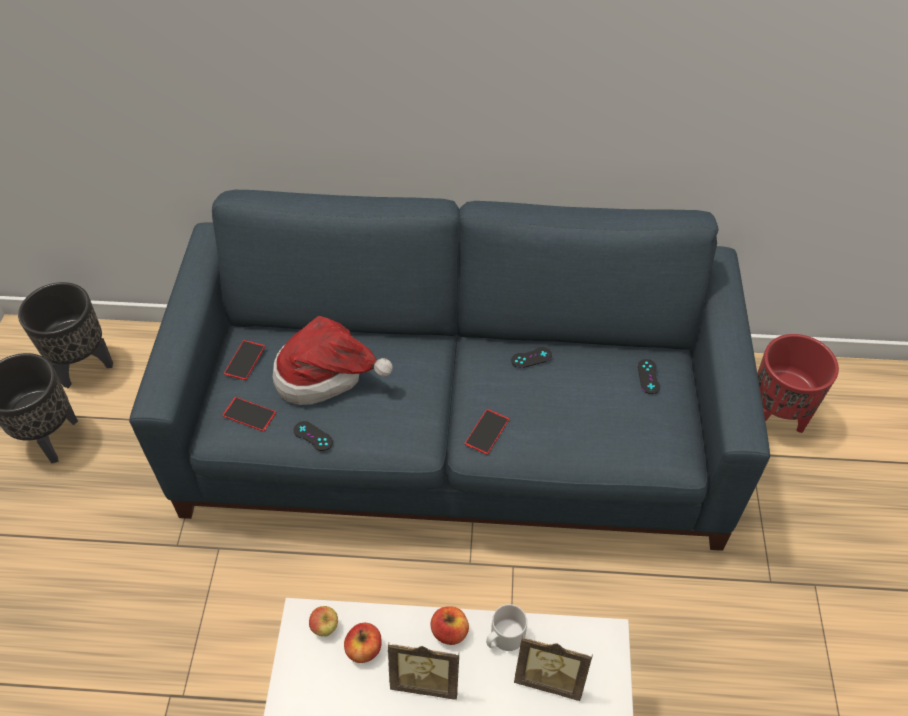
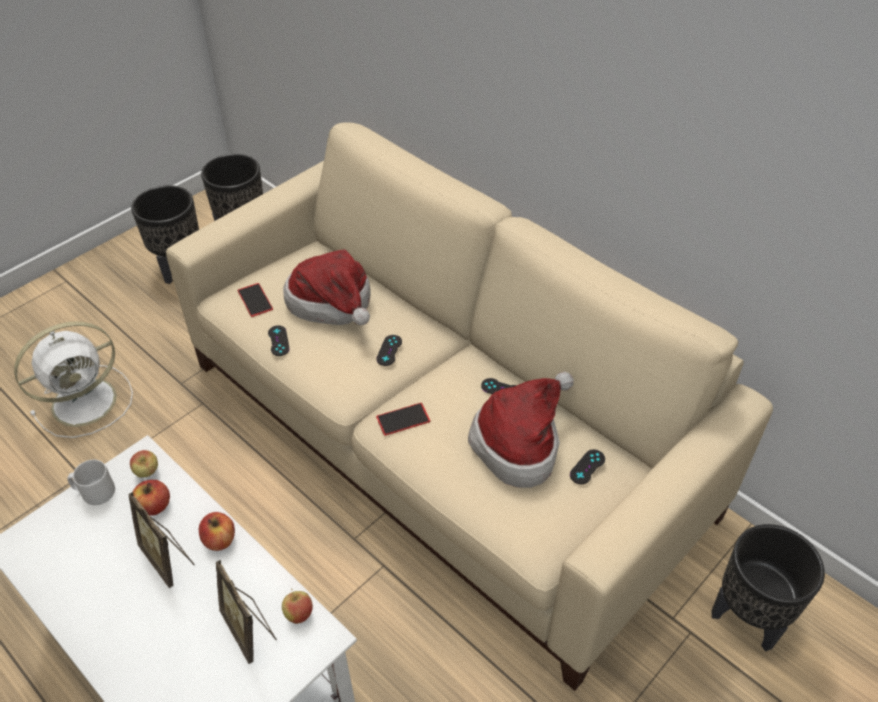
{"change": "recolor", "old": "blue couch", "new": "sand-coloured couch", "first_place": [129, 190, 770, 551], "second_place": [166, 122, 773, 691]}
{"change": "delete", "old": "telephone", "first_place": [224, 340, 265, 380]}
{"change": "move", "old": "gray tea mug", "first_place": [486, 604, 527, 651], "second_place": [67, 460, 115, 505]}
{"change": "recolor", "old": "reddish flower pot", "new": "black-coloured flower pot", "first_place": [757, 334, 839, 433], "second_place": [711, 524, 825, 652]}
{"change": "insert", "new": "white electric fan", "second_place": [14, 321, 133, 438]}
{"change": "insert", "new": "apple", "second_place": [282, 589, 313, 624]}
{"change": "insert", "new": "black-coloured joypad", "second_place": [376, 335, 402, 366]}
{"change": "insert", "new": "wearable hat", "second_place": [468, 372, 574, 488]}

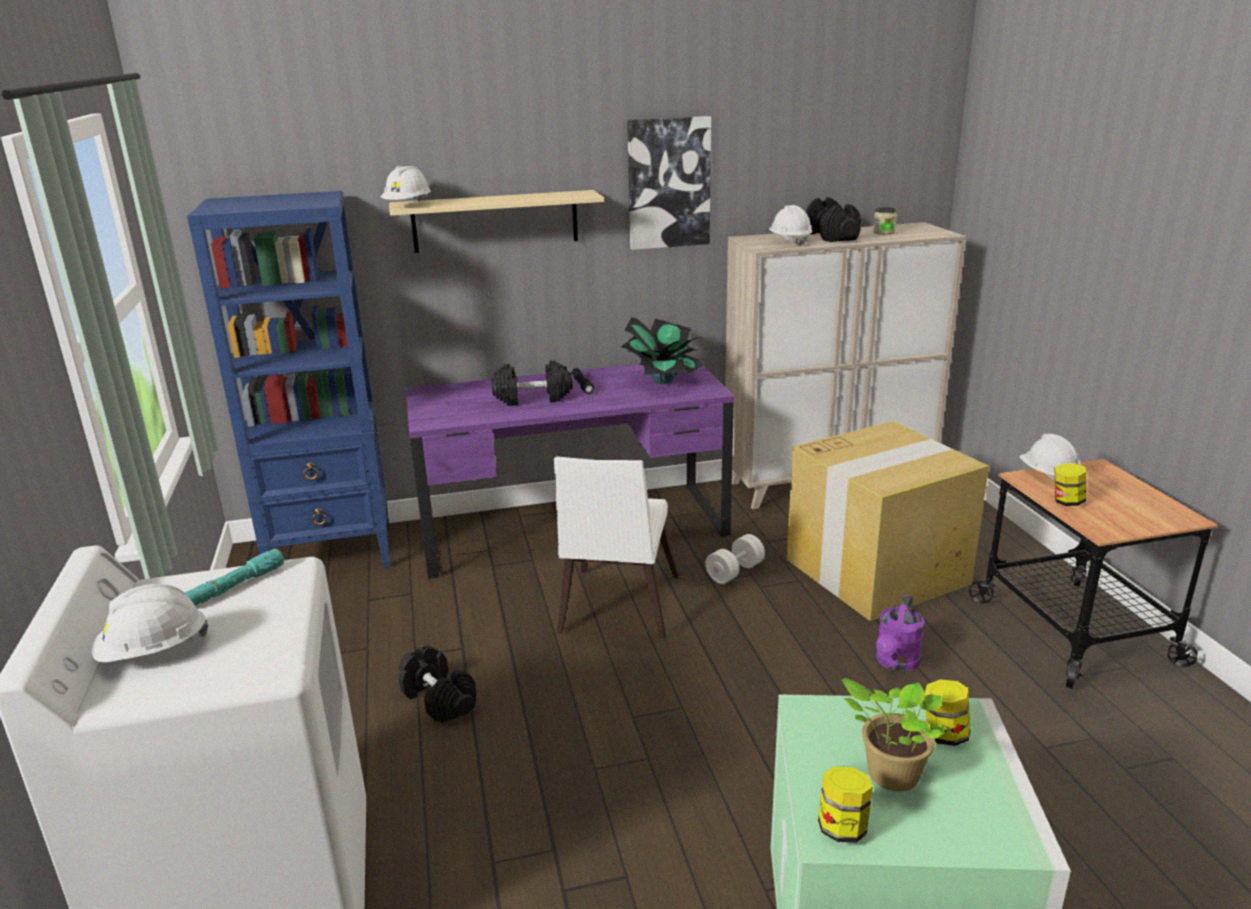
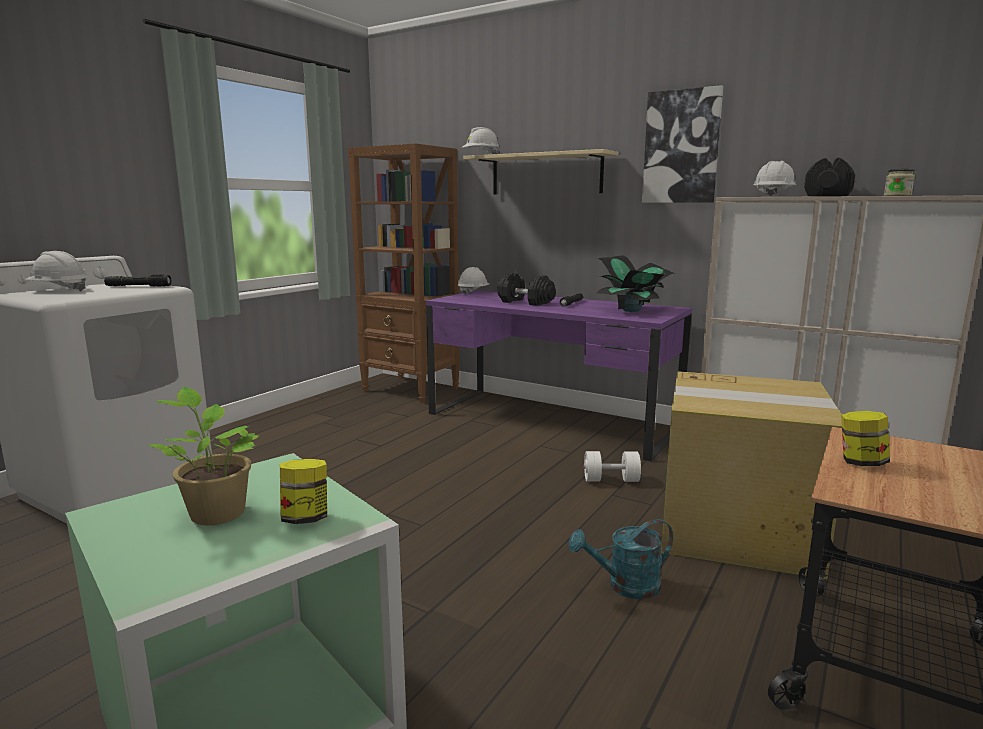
{"change": "recolor", "old": "blue-green flashlight", "new": "black-coloured flashlight", "first_place": [185, 549, 284, 606], "second_place": [104, 274, 171, 286]}
{"change": "recolor", "old": "blue bookshelf", "new": "brownish bookshelf", "first_place": [187, 191, 390, 568], "second_place": [348, 143, 460, 403]}
{"change": "delete", "old": "black-coloured dumbbell", "first_place": [399, 646, 476, 723]}
{"change": "delete", "old": "white plain chair", "first_place": [554, 456, 679, 639]}
{"change": "delete", "old": "storage jar", "first_place": [818, 766, 873, 843]}
{"change": "recolor", "old": "purple watering pot", "new": "blue-green watering pot", "first_place": [876, 595, 924, 672], "second_place": [569, 519, 673, 599]}
{"change": "move", "old": "white work helmet", "first_place": [1020, 434, 1080, 480], "second_place": [458, 267, 489, 295]}

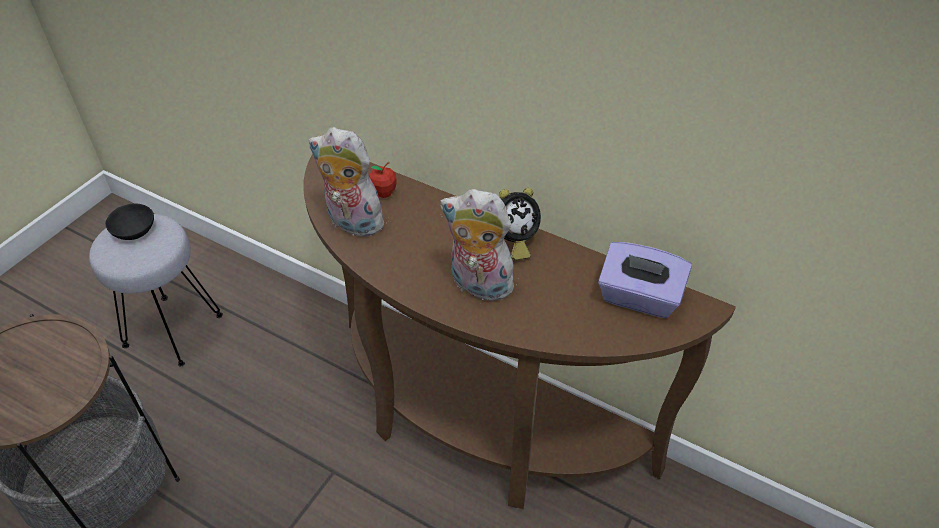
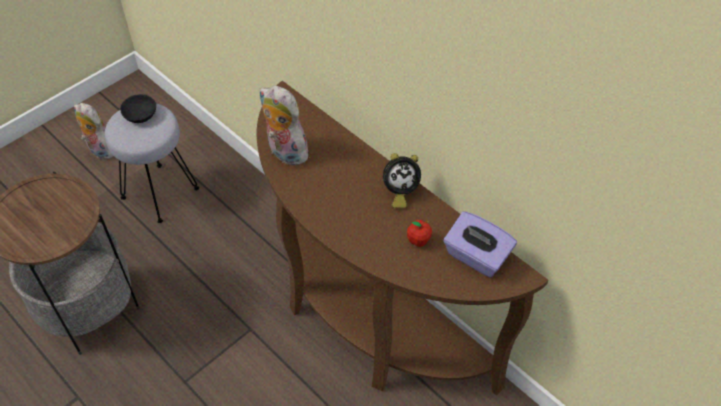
{"change": "move", "old": "apple", "first_place": [369, 162, 397, 198], "second_place": [407, 220, 432, 247]}
{"change": "move", "old": "cuddly toy", "first_place": [440, 189, 521, 304], "second_place": [74, 103, 114, 159]}

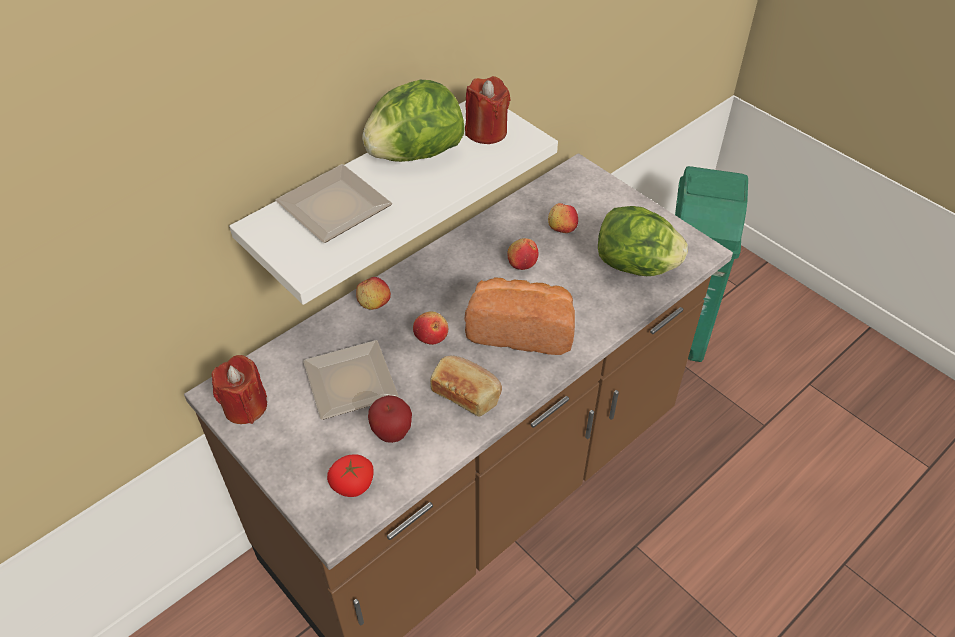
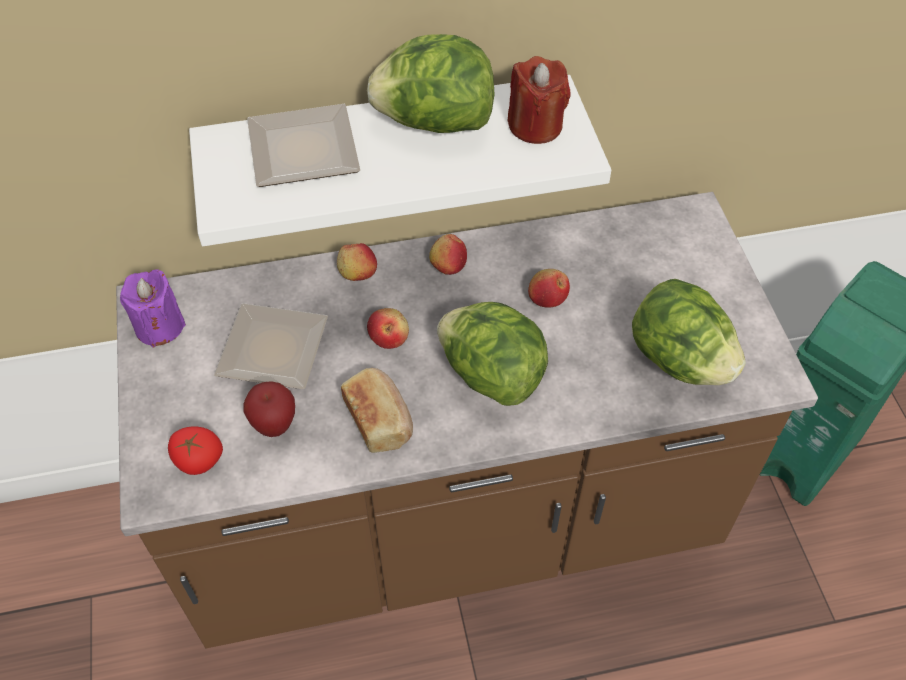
{"change": "recolor", "old": "reddish candle", "new": "purple candle", "first_place": [212, 355, 267, 424], "second_place": [120, 269, 186, 348]}
{"change": "replace", "old": "bread", "new": "lettuce", "first_place": [464, 277, 575, 355], "second_place": [437, 302, 548, 406]}
{"change": "move", "old": "apple", "first_place": [548, 203, 578, 233], "second_place": [429, 234, 467, 275]}

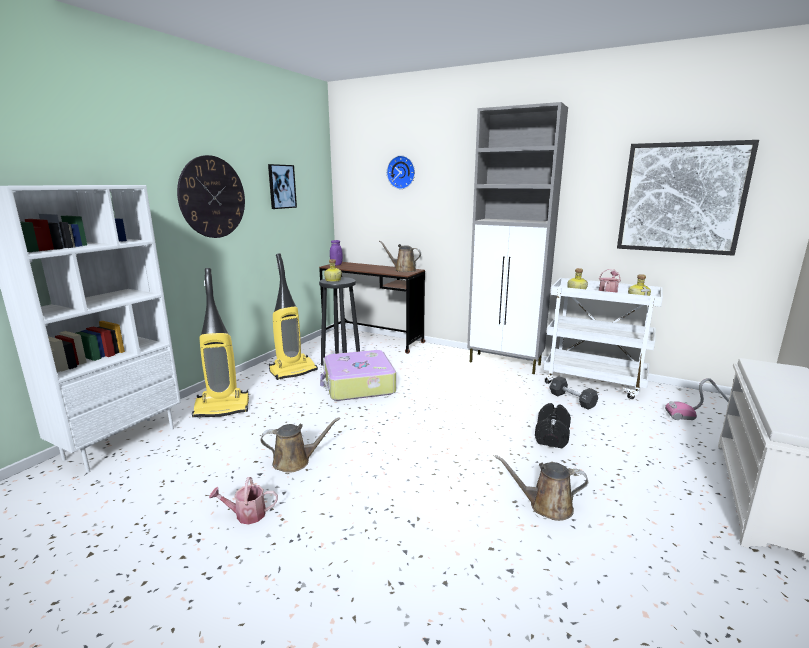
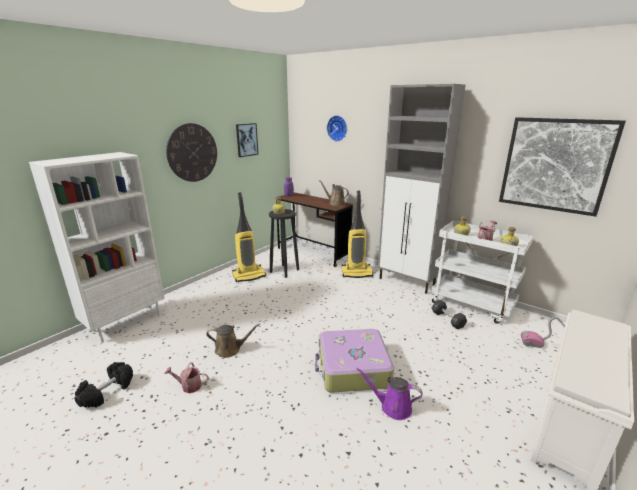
{"change": "move", "old": "vacuum", "first_place": [192, 268, 249, 417], "second_place": [342, 191, 373, 278]}
{"change": "move", "old": "travel case", "first_place": [320, 350, 396, 401], "second_place": [315, 329, 394, 393]}
{"change": "recolor", "old": "brownish watering pot", "new": "purple watering pot", "first_place": [495, 455, 588, 521], "second_place": [357, 368, 423, 420]}
{"change": "move", "old": "black-coloured dumbbell", "first_place": [535, 403, 571, 448], "second_place": [74, 362, 133, 408]}

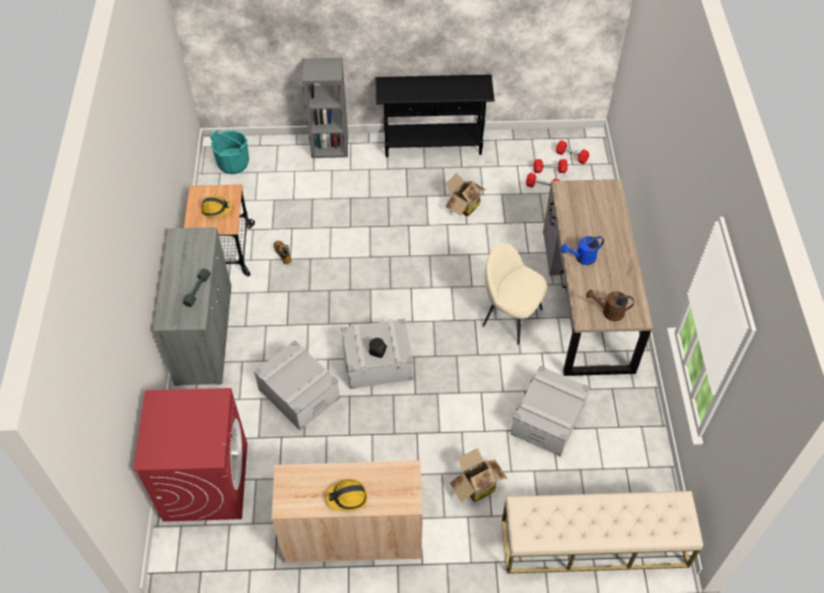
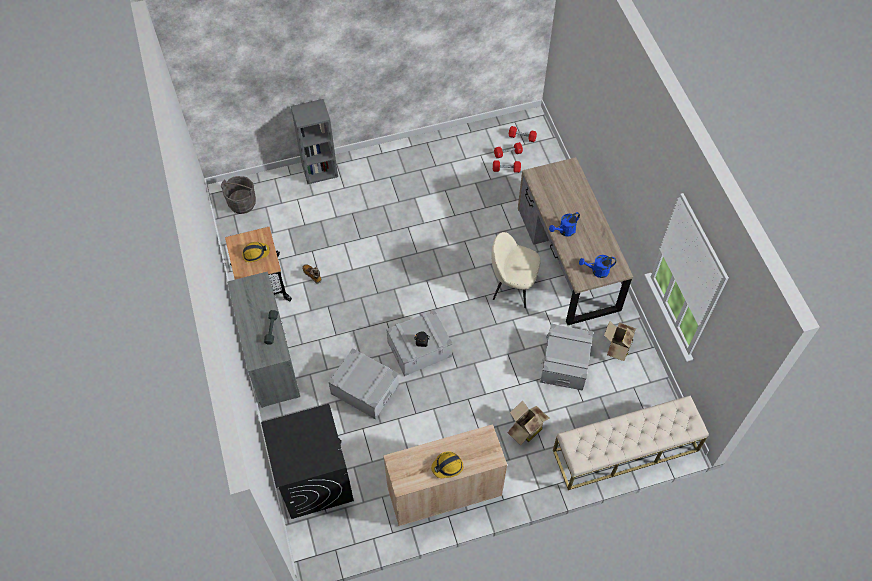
{"change": "recolor", "old": "reddish laundry appliance", "new": "black-coloured laundry appliance", "first_place": [133, 388, 247, 522], "second_place": [261, 404, 354, 519]}
{"change": "recolor", "old": "blue-green water bucket", "new": "gray water bucket", "first_place": [211, 130, 249, 174], "second_place": [221, 176, 256, 214]}
{"change": "delete", "old": "black-coloured hall table", "first_place": [376, 74, 495, 157]}
{"change": "move", "old": "carton", "first_place": [445, 173, 486, 216], "second_place": [604, 321, 636, 361]}
{"change": "recolor", "old": "brownish watering pot", "new": "blue watering pot", "first_place": [586, 290, 634, 321], "second_place": [579, 255, 616, 278]}

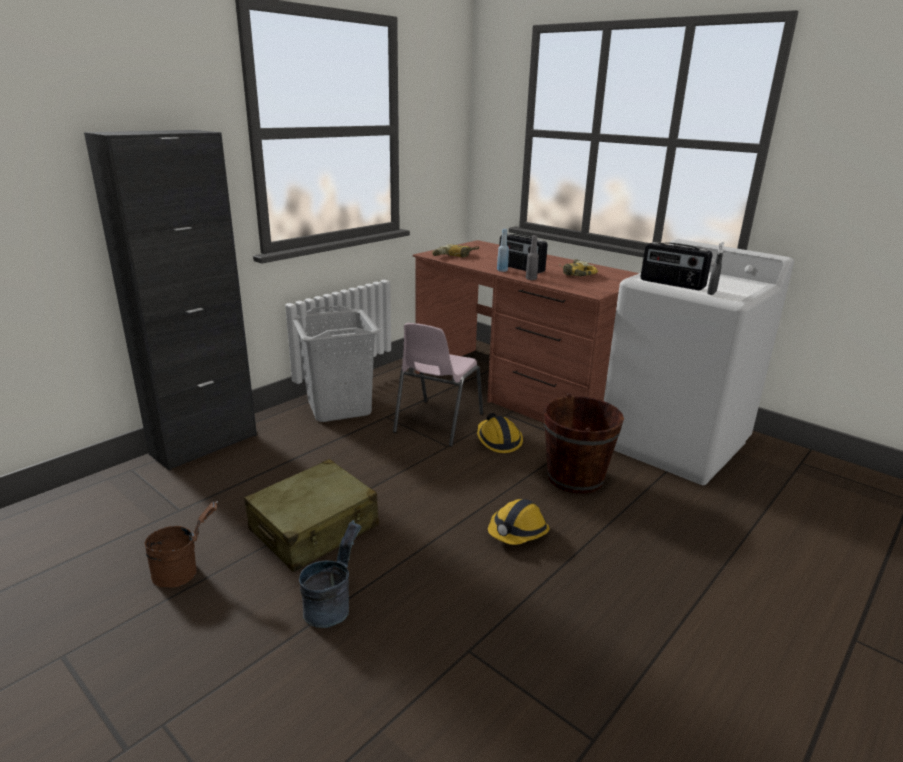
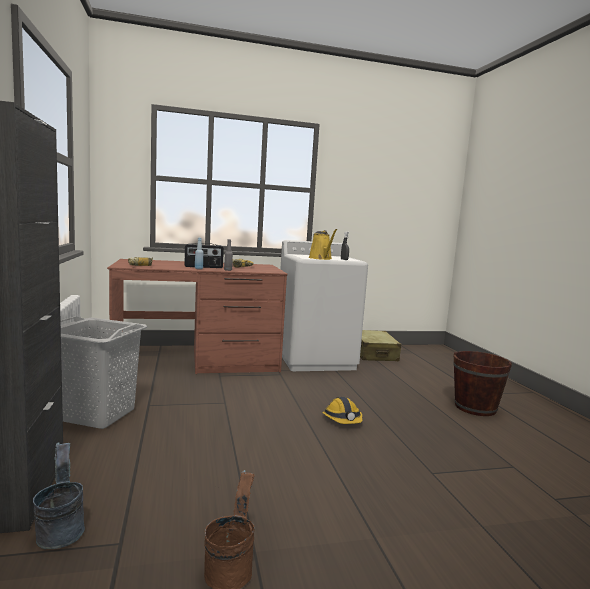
{"change": "move", "old": "sand-coloured travel case", "first_place": [244, 459, 379, 572], "second_place": [360, 330, 401, 361]}
{"change": "move", "old": "gray water bucket", "first_place": [299, 520, 361, 628], "second_place": [33, 443, 85, 549]}
{"change": "delete", "old": "pink plain chair", "first_place": [393, 323, 483, 447]}
{"change": "delete", "old": "work helmet", "first_place": [477, 413, 523, 453]}
{"change": "move", "old": "brownish water bucket", "first_place": [543, 393, 624, 494], "second_place": [453, 351, 512, 416]}
{"change": "replace", "old": "radio set", "new": "yellow-coloured watering pot", "first_place": [641, 242, 712, 290], "second_place": [309, 229, 337, 260]}

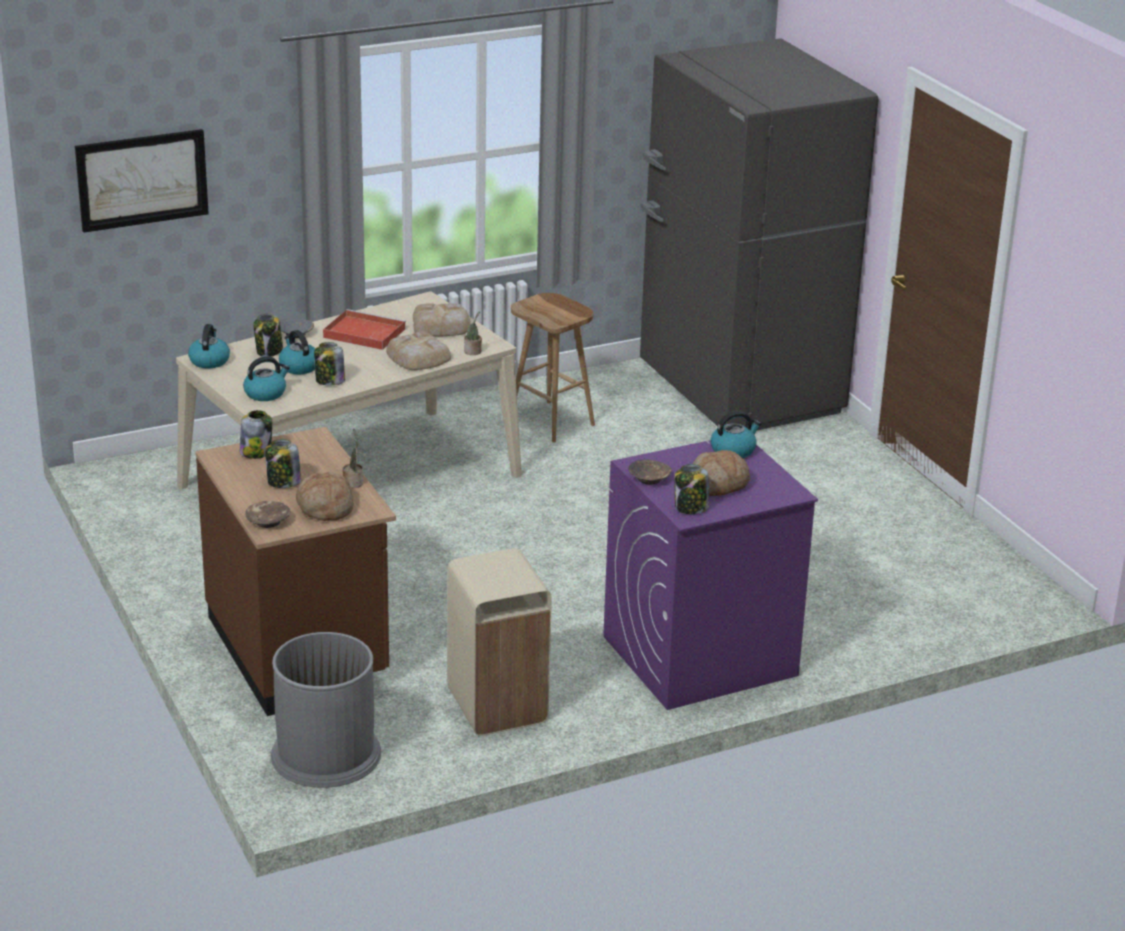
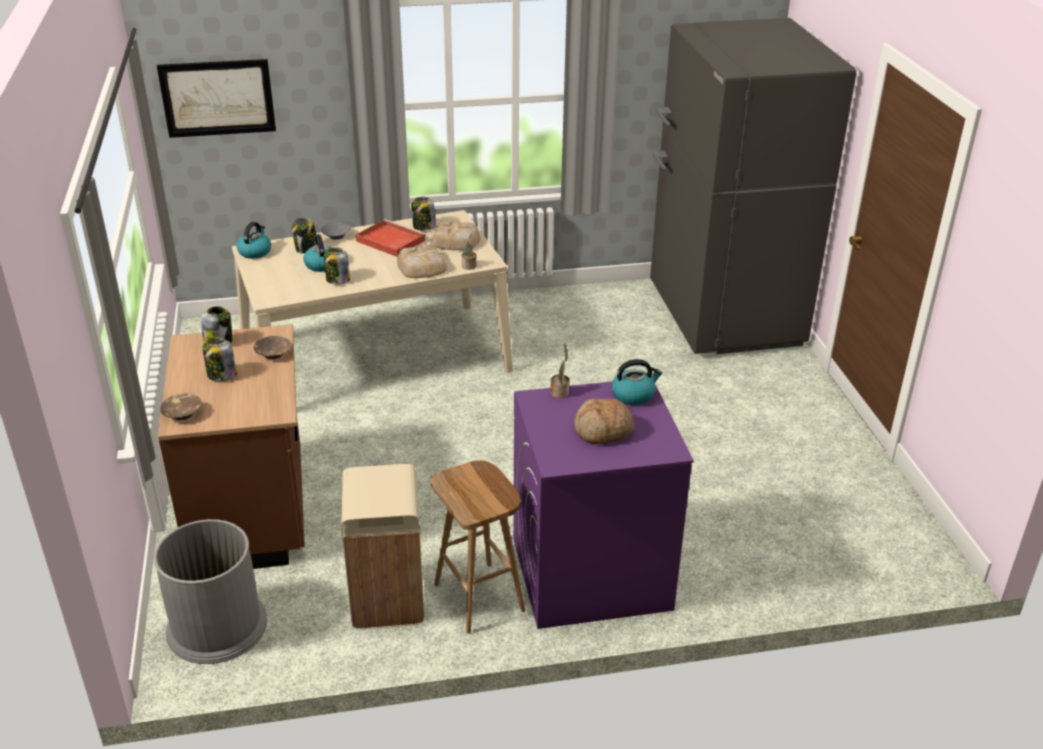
{"change": "delete", "old": "tea kettle", "first_place": [243, 356, 290, 401]}
{"change": "delete", "old": "bread", "first_place": [296, 472, 354, 521]}
{"change": "move", "old": "plant in a pot", "first_place": [342, 429, 363, 488], "second_place": [550, 343, 570, 398]}
{"change": "move", "old": "brownish stool", "first_place": [511, 293, 595, 443], "second_place": [430, 461, 525, 634]}
{"change": "move", "old": "brownish deep dish", "first_place": [628, 460, 672, 485], "second_place": [254, 336, 292, 359]}
{"change": "move", "old": "storage jar", "first_place": [675, 464, 709, 514], "second_place": [411, 197, 436, 230]}

